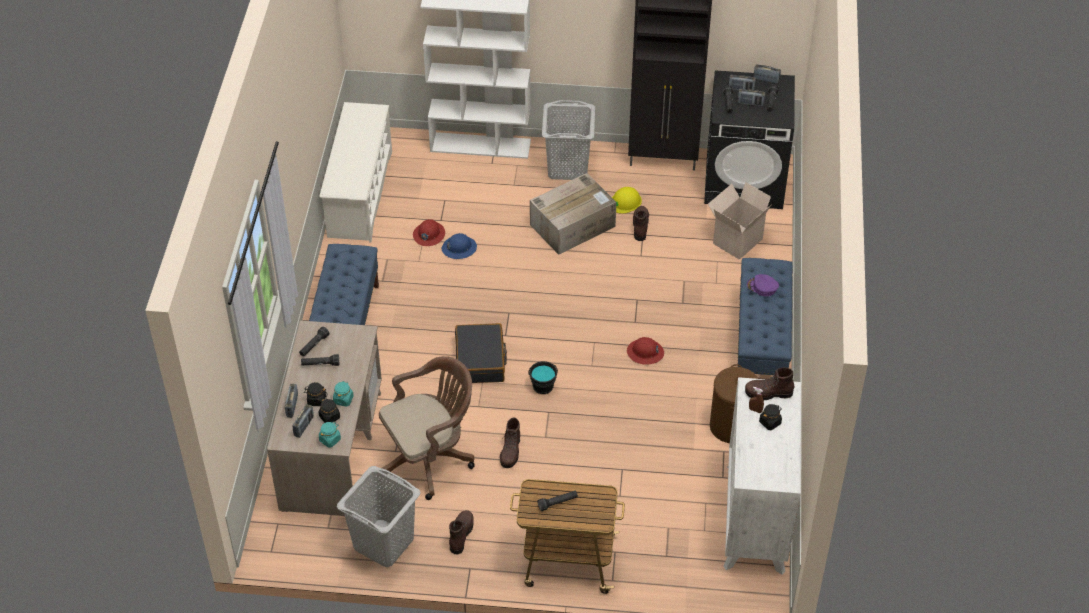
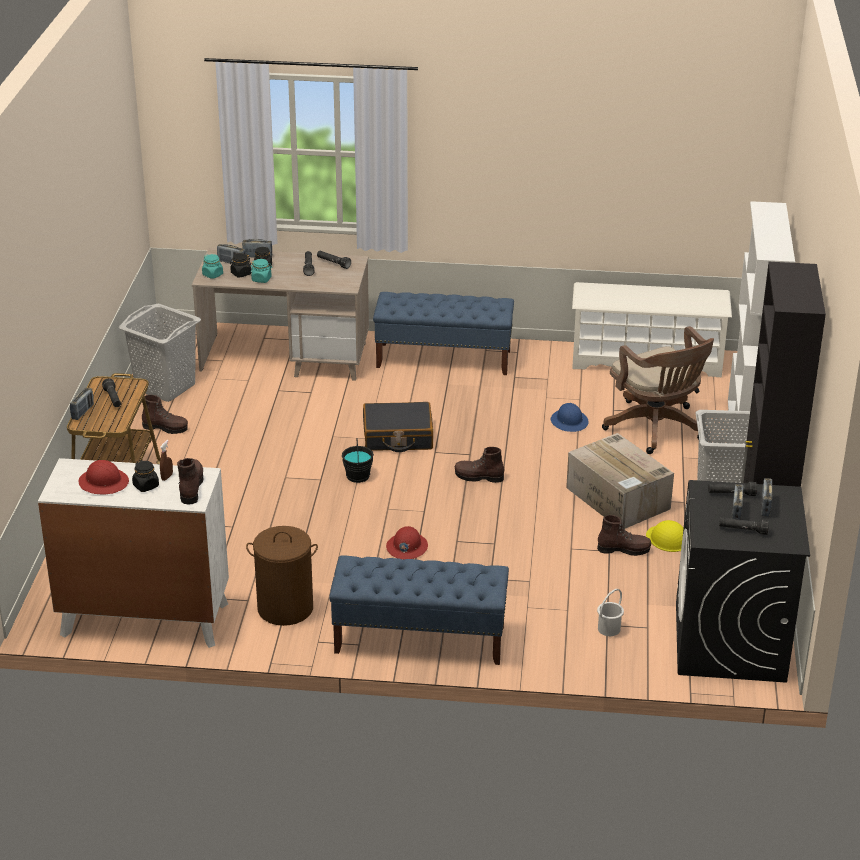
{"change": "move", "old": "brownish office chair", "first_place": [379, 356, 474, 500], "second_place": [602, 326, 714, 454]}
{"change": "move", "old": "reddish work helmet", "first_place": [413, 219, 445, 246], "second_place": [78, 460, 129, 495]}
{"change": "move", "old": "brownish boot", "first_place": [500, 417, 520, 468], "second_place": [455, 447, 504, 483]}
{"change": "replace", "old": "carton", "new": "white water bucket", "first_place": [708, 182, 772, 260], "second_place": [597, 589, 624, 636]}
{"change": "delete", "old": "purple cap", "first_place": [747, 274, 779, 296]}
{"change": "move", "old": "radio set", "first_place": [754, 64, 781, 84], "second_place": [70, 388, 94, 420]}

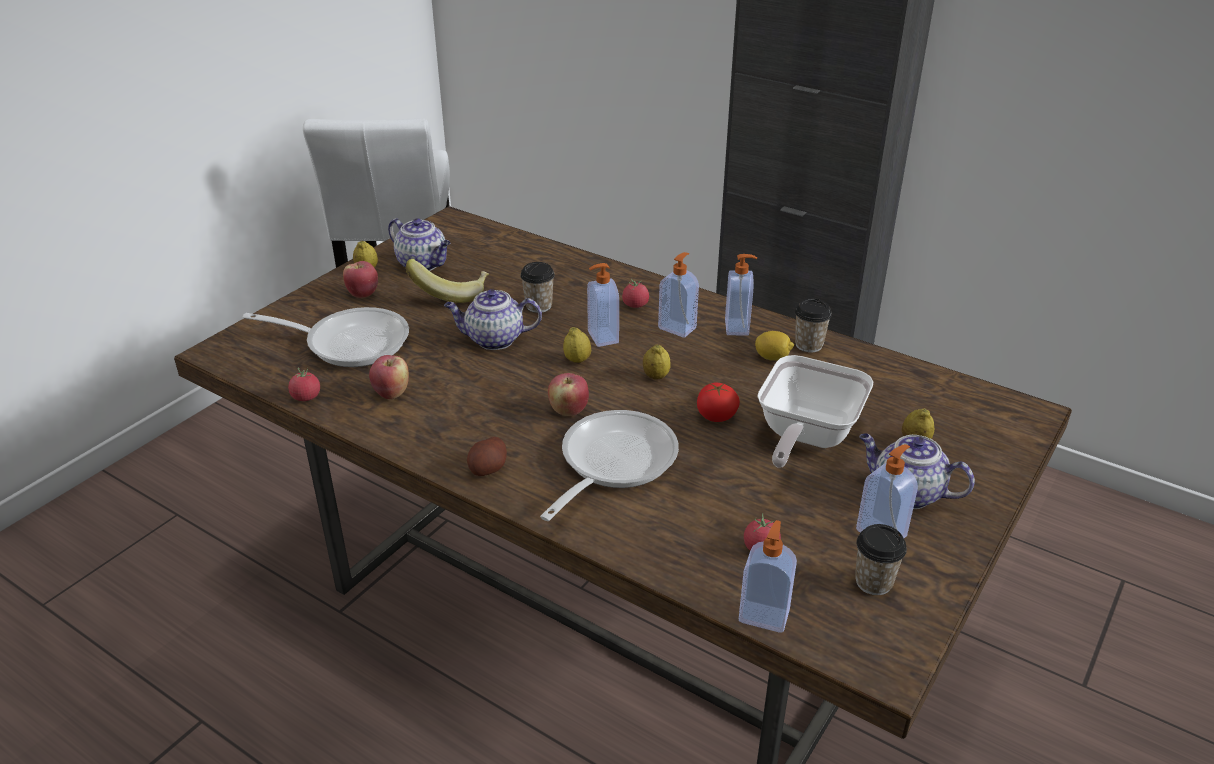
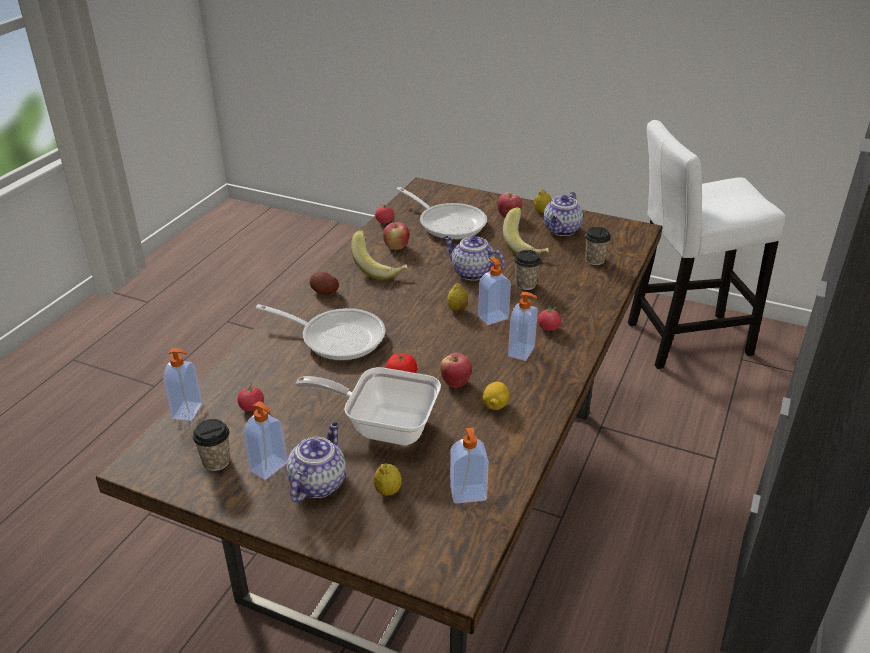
{"change": "rotate", "old": "frying pan", "first_place": [243, 307, 409, 367], "second_place": [396, 187, 487, 240], "degrees": -45}
{"change": "rotate", "old": "pot for tea", "first_place": [444, 289, 542, 350], "second_place": [443, 236, 505, 281], "degrees": -45}
{"change": "move", "old": "apple", "first_place": [548, 373, 589, 416], "second_place": [440, 353, 472, 388]}
{"change": "delete", "old": "citrus fruit", "first_place": [643, 345, 671, 379]}
{"change": "move", "old": "liquid soap bottle", "first_place": [725, 254, 757, 336], "second_place": [450, 428, 489, 504]}
{"change": "move", "old": "drinking cup", "first_place": [795, 299, 832, 353], "second_place": [585, 227, 611, 265]}
{"change": "insert", "new": "banana", "second_place": [351, 230, 408, 280]}

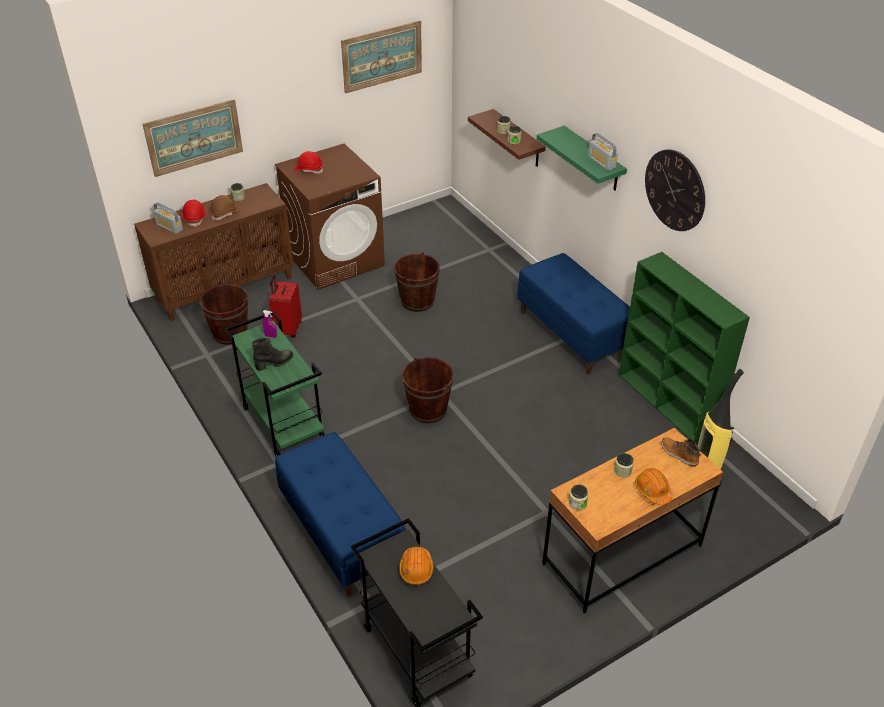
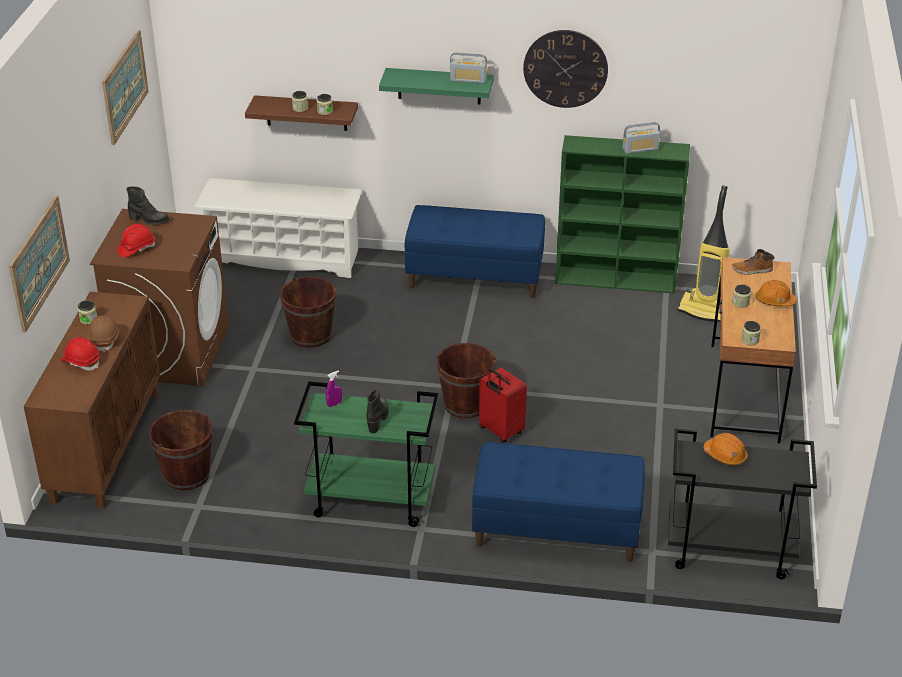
{"change": "move", "old": "radio set", "first_place": [153, 202, 183, 234], "second_place": [623, 122, 660, 154]}
{"change": "move", "old": "reddish travel case", "first_place": [269, 275, 302, 338], "second_place": [479, 367, 527, 443]}
{"change": "insert", "new": "black-coloured boot", "second_place": [126, 186, 170, 225]}
{"change": "insert", "new": "white shoe rack", "second_place": [194, 178, 362, 278]}

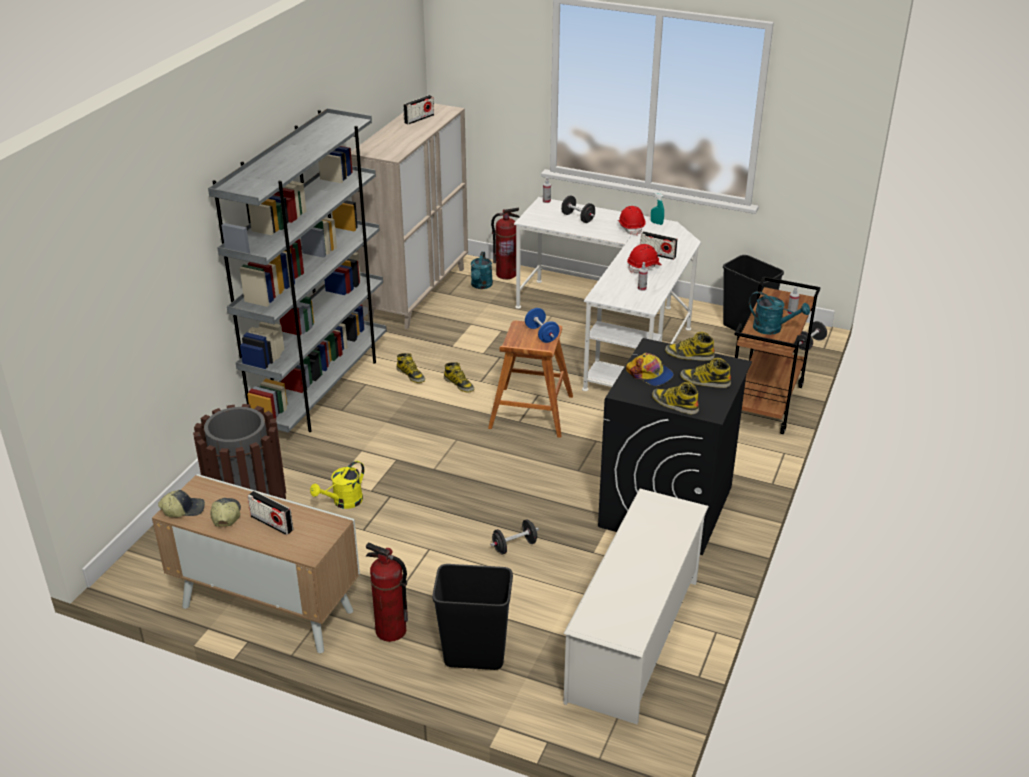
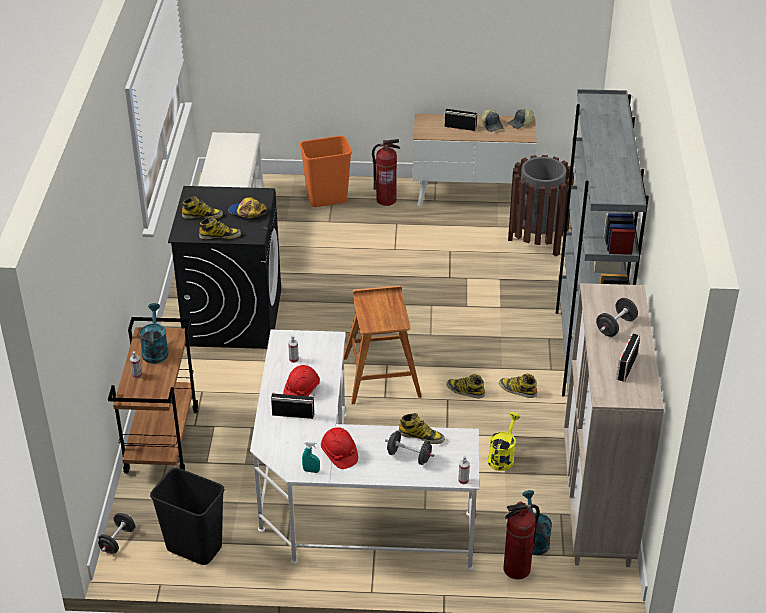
{"change": "move", "old": "yellow-coloured watering pot", "first_place": [310, 461, 364, 509], "second_place": [488, 412, 520, 471]}
{"change": "recolor", "old": "black-coloured trash can", "new": "orangey trash can", "first_place": [432, 564, 513, 670], "second_place": [300, 136, 352, 207]}
{"change": "move", "old": "black-coloured dumbbell", "first_place": [490, 519, 539, 554], "second_place": [596, 298, 638, 337]}
{"change": "delete", "old": "blue dumbbell", "first_place": [525, 308, 559, 343]}
{"change": "move", "old": "boot", "first_place": [652, 382, 699, 414], "second_place": [399, 413, 445, 444]}
{"change": "rotate", "old": "blue-green watering pot", "first_place": [749, 291, 810, 335], "second_place": [139, 303, 168, 364], "degrees": 75}

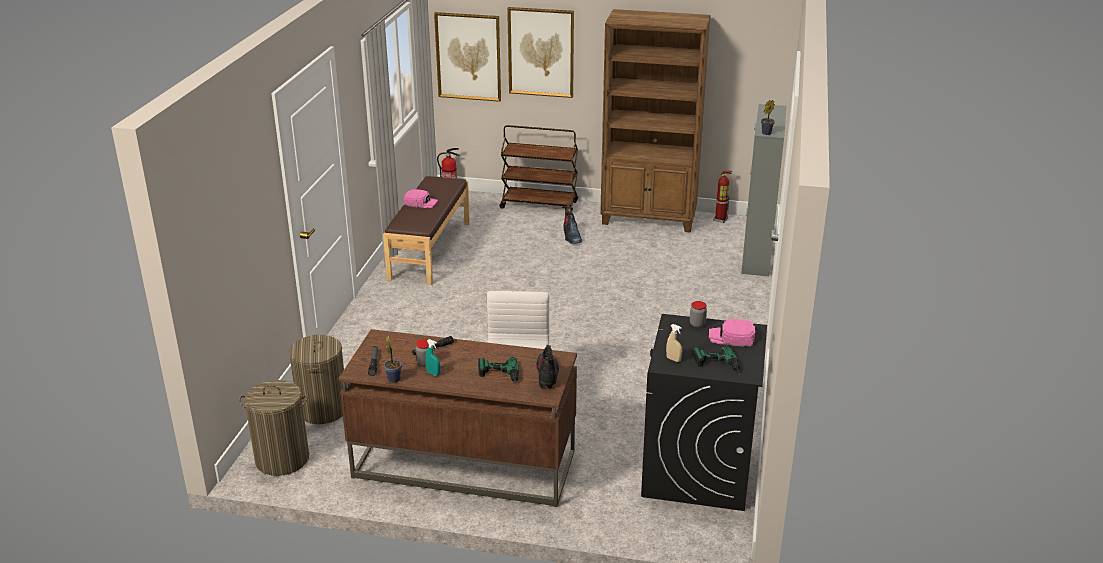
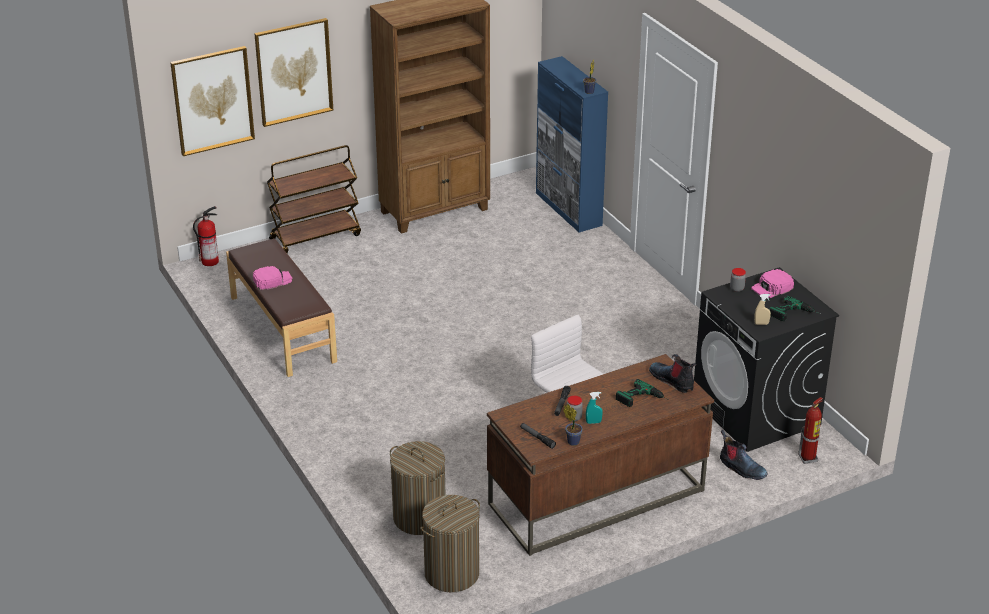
{"change": "move", "old": "boot", "first_place": [563, 204, 582, 244], "second_place": [720, 430, 767, 480]}
{"change": "move", "old": "extinguisher", "first_place": [713, 171, 732, 223], "second_place": [798, 397, 823, 464]}
{"change": "recolor", "old": "gray cabinet", "new": "blue cabinet", "first_place": [741, 104, 786, 276], "second_place": [536, 56, 608, 232]}

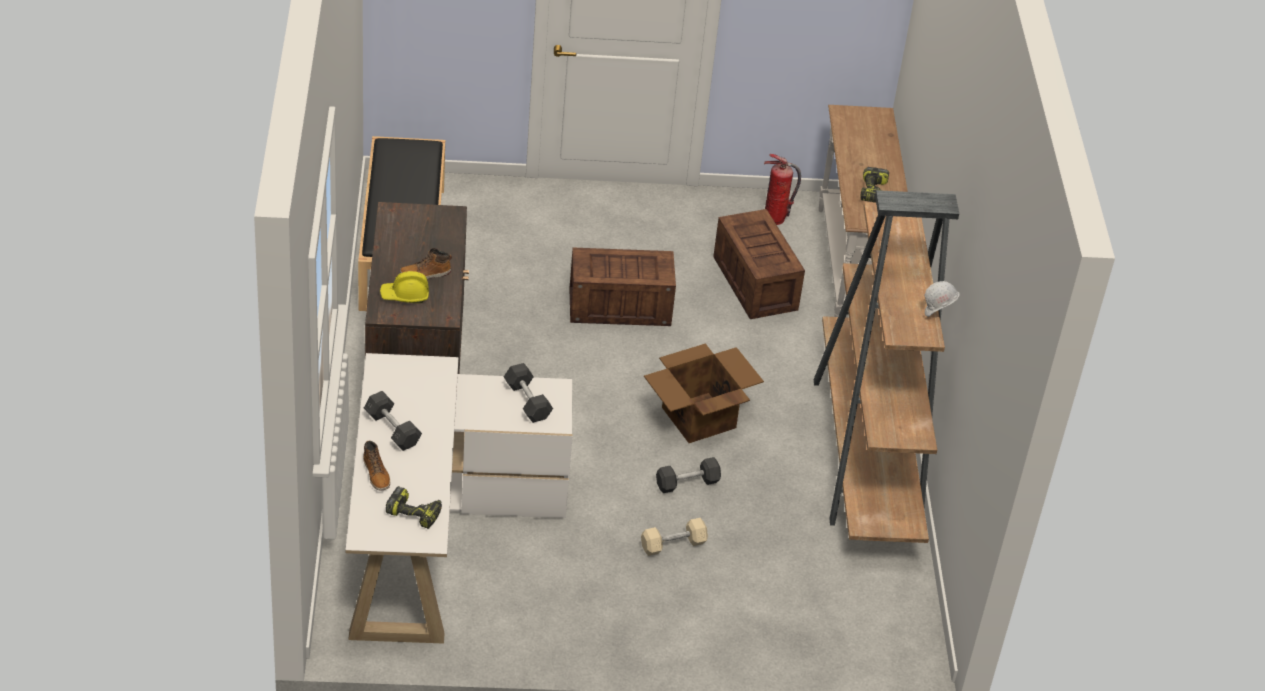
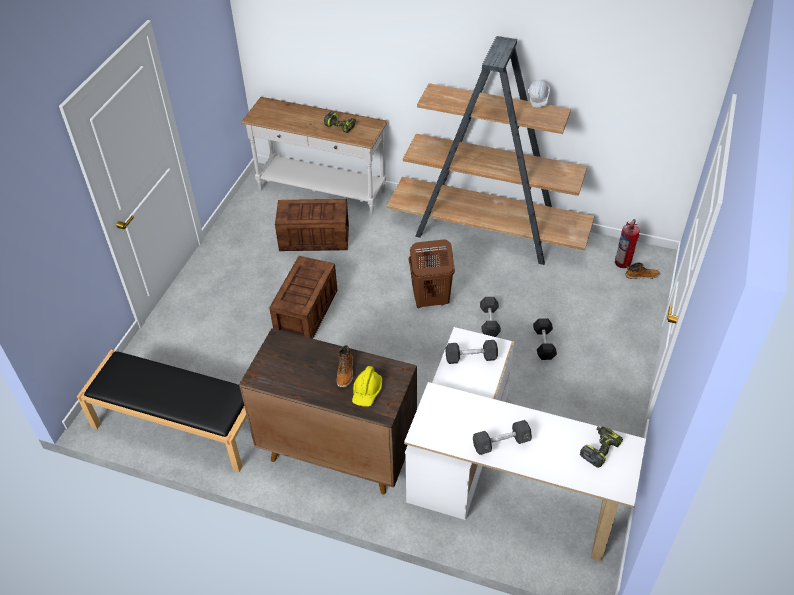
{"change": "move", "old": "boot", "first_place": [363, 440, 390, 491], "second_place": [625, 262, 660, 279]}
{"change": "recolor", "old": "sand-coloured dumbbell", "new": "black-coloured dumbbell", "first_place": [641, 518, 708, 556], "second_place": [533, 318, 557, 360]}
{"change": "replace", "old": "carton", "new": "brownish laundry basket", "first_place": [644, 343, 764, 443], "second_place": [409, 239, 455, 308]}
{"change": "move", "old": "extinguisher", "first_place": [764, 154, 801, 225], "second_place": [615, 219, 639, 268]}

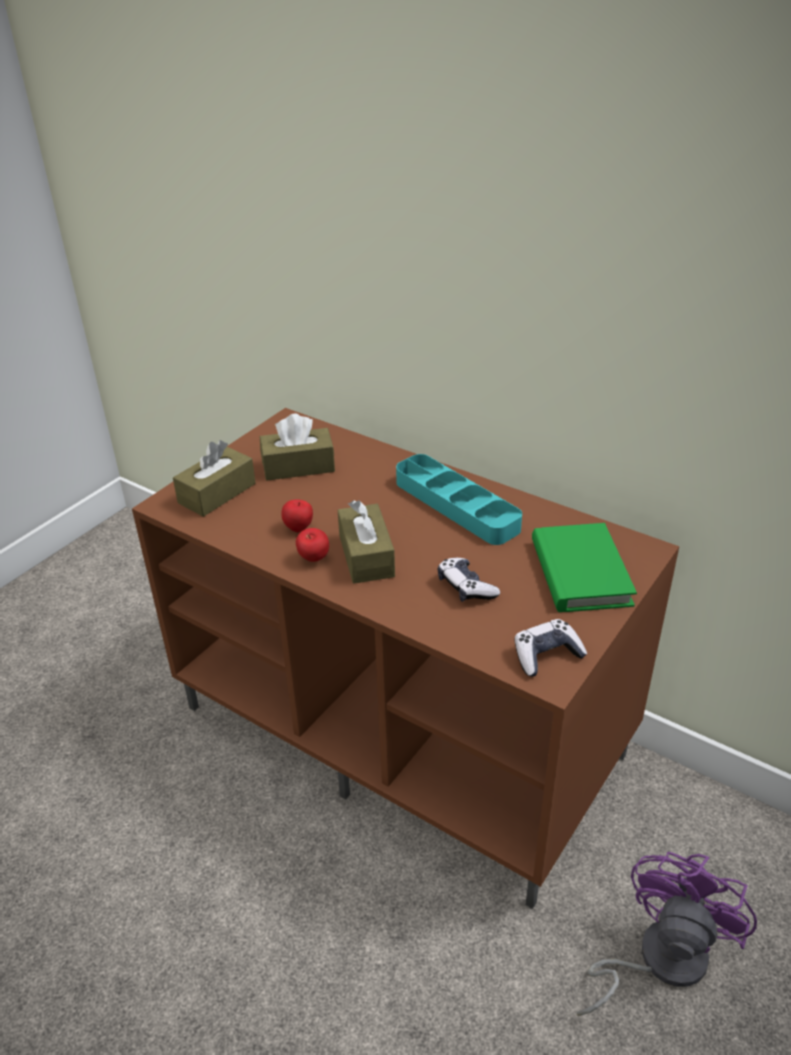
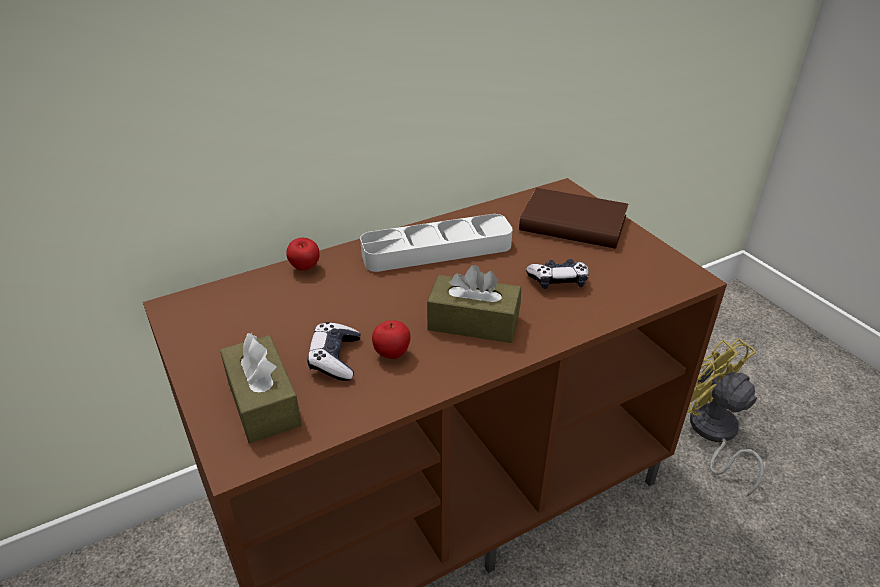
{"change": "delete", "old": "brownish tissue box", "first_place": [260, 413, 335, 481]}
{"change": "move", "old": "apple", "first_place": [296, 528, 329, 562], "second_place": [286, 238, 319, 271]}
{"change": "recolor", "old": "blue-green tray", "new": "gray tray", "first_place": [396, 454, 522, 545], "second_place": [360, 214, 513, 272]}
{"change": "move", "old": "joypad", "first_place": [515, 619, 587, 676], "second_place": [307, 322, 360, 381]}
{"change": "recolor", "old": "green bound book", "new": "brownish bound book", "first_place": [532, 523, 637, 612], "second_place": [519, 188, 628, 249]}
{"change": "recolor", "old": "purple electric fan", "new": "yellow-coloured electric fan", "first_place": [577, 852, 757, 1016], "second_place": [687, 339, 764, 497]}

